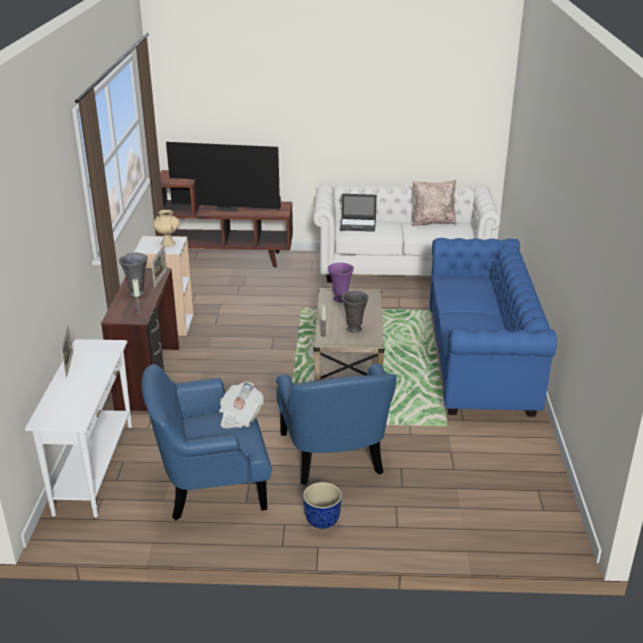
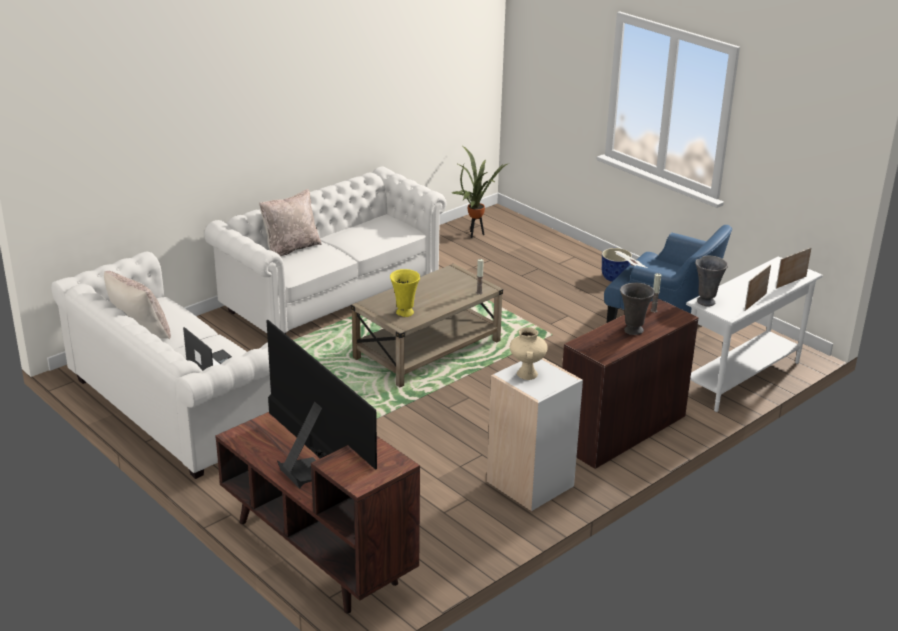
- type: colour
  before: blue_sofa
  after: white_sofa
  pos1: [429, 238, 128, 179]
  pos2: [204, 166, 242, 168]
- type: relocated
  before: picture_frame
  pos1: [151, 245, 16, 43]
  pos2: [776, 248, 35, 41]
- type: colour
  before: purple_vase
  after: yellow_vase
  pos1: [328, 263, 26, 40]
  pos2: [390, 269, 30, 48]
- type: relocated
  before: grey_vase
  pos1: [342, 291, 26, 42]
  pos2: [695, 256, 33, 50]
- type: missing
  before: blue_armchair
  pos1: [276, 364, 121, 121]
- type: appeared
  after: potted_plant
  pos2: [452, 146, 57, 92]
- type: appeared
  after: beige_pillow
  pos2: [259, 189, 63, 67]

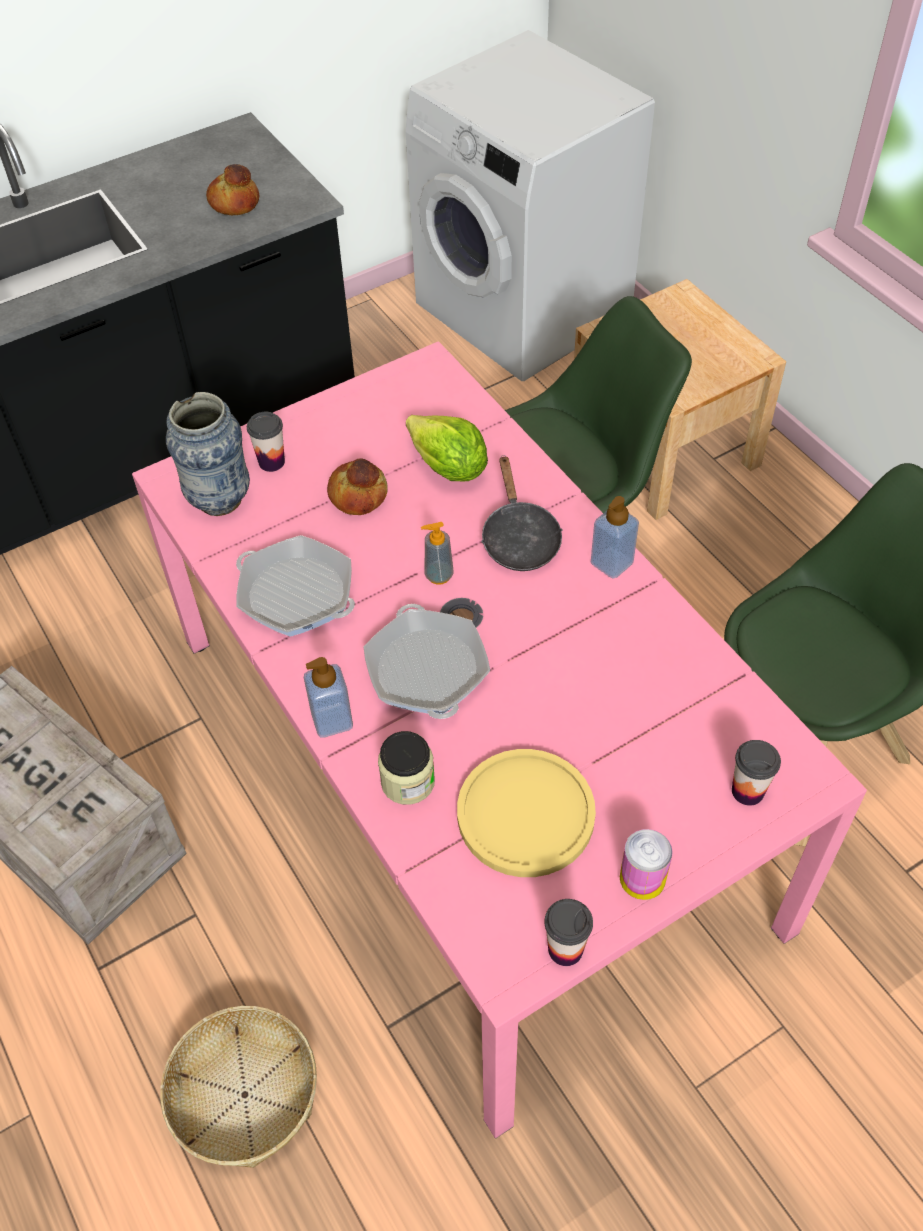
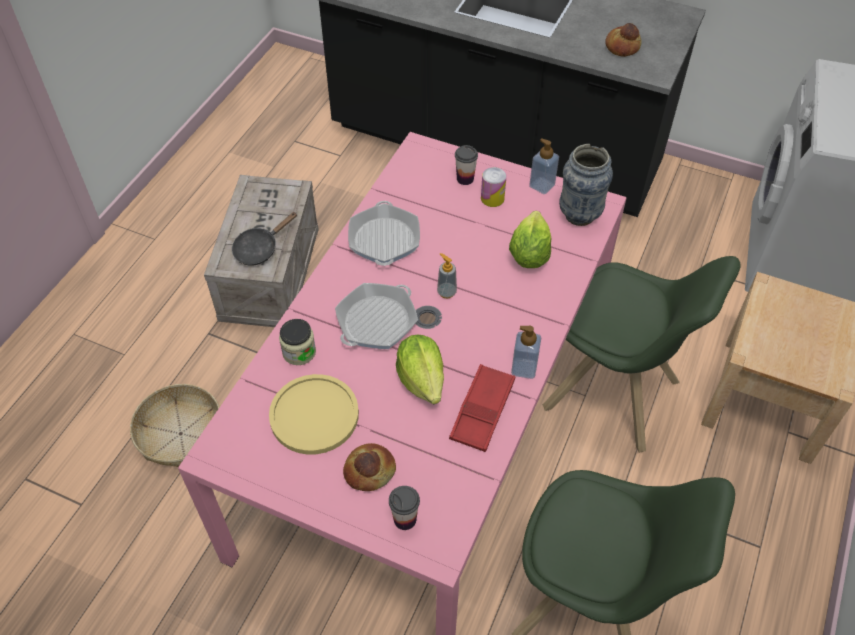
- type: relocated
  before: vase
  pos1: [166, 392, 84, 124]
  pos2: [559, 144, 54, 82]
- type: relocated
  before: black_frying_pan
  pos1: [481, 455, 82, 116]
  pos2: [232, 212, 65, 54]
- type: relocated
  before: bread
  pos1: [327, 458, 61, 57]
  pos2: [343, 443, 53, 48]
- type: relocated
  before: soap_dispenser
  pos1: [304, 657, 49, 81]
  pos2: [529, 139, 30, 55]
- type: relocated
  before: can
  pos1: [620, 829, 53, 71]
  pos2: [481, 167, 26, 40]
- type: missing
  before: cup
  pos1: [544, 899, 49, 67]
- type: appeared
  after: lettuce
  pos2: [396, 335, 48, 69]
- type: appeared
  after: red_tray
  pos2: [449, 364, 66, 88]

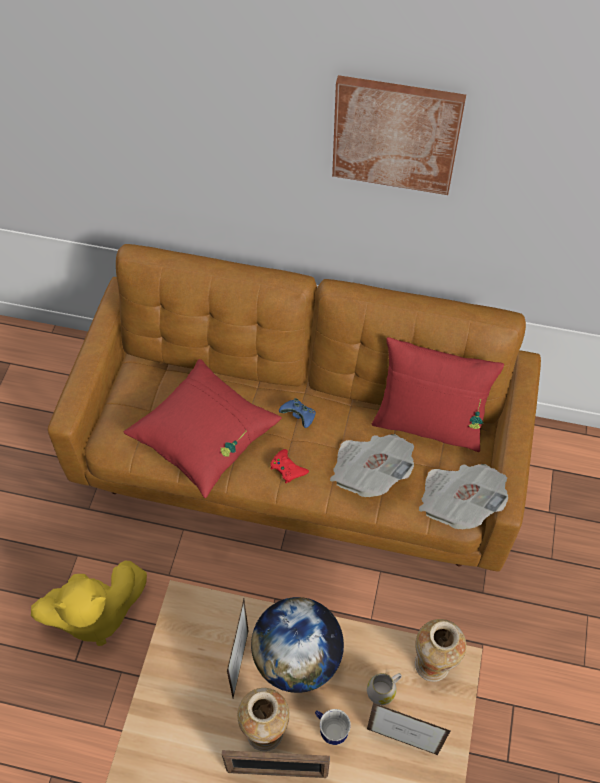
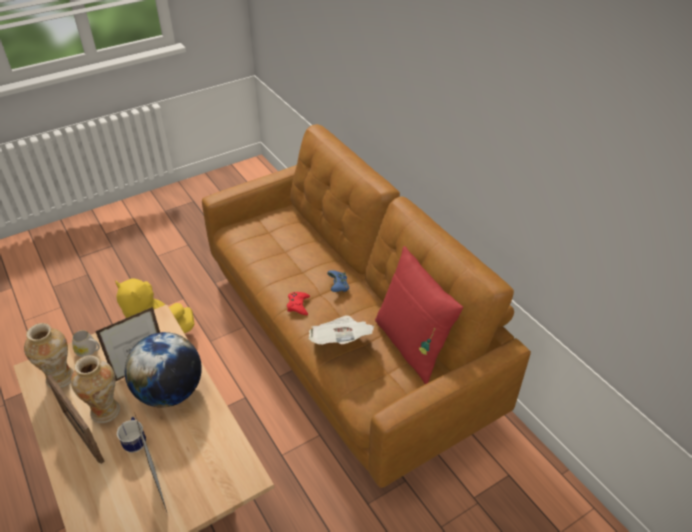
- type: missing
  before: picture
  pos1: [332, 75, 134, 120]
- type: missing
  before: red_pillow
  pos1: [124, 359, 158, 139]
- type: missing
  before: newspaper
  pos1: [419, 464, 89, 66]
- type: relocated
  before: vase
  pos1: [415, 619, 51, 63]
  pos2: [24, 323, 50, 65]
- type: relocated
  before: white_mug
  pos1: [367, 673, 35, 32]
  pos2: [72, 330, 28, 27]

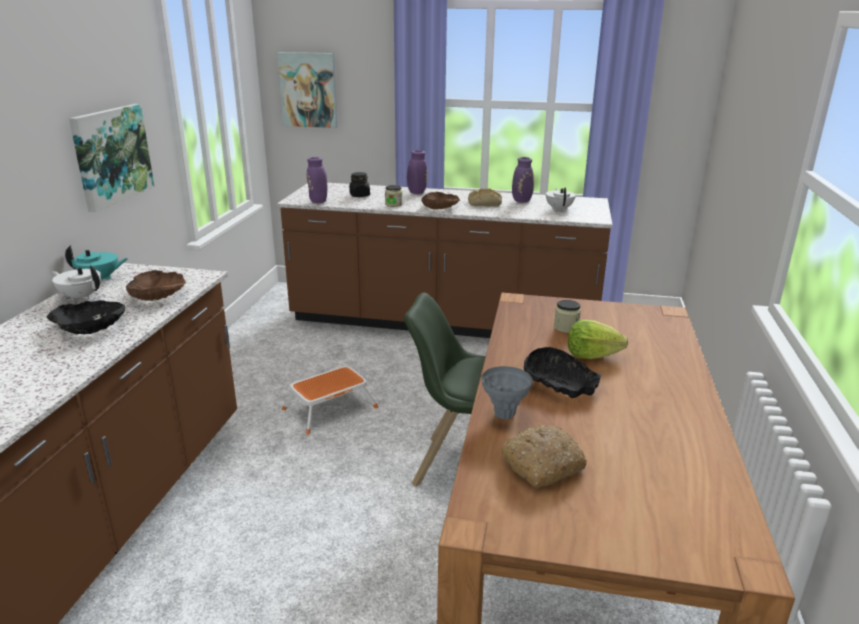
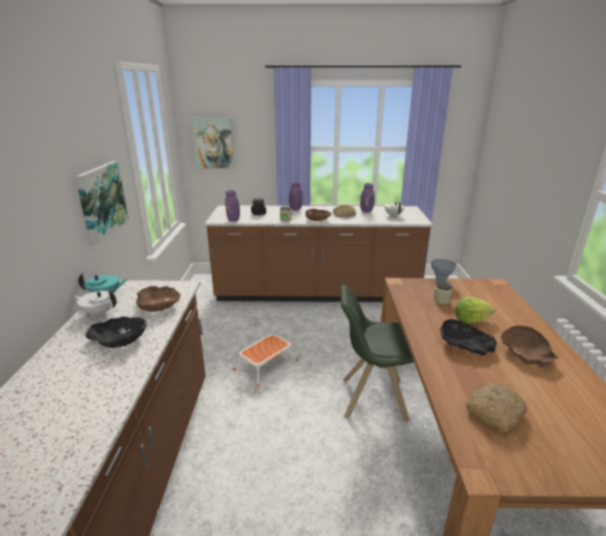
- type: relocated
  before: grey_vase
  pos1: [481, 366, 51, 54]
  pos2: [431, 259, 25, 24]
- type: appeared
  after: brown_bowl
  pos2: [501, 326, 58, 42]

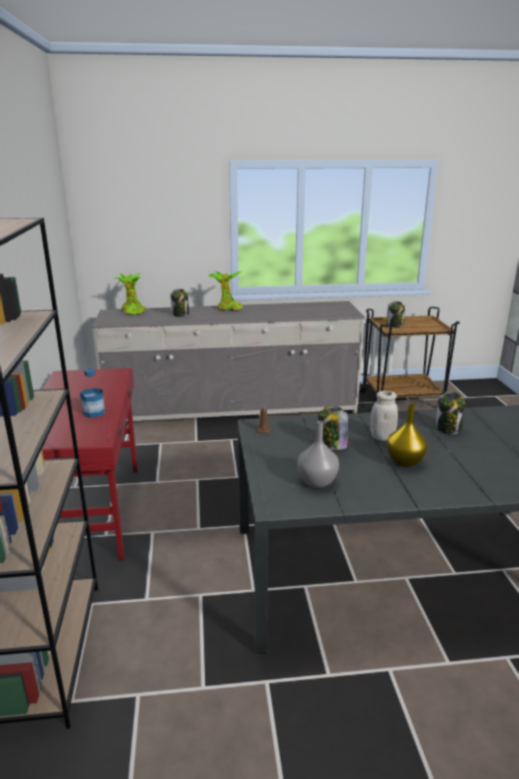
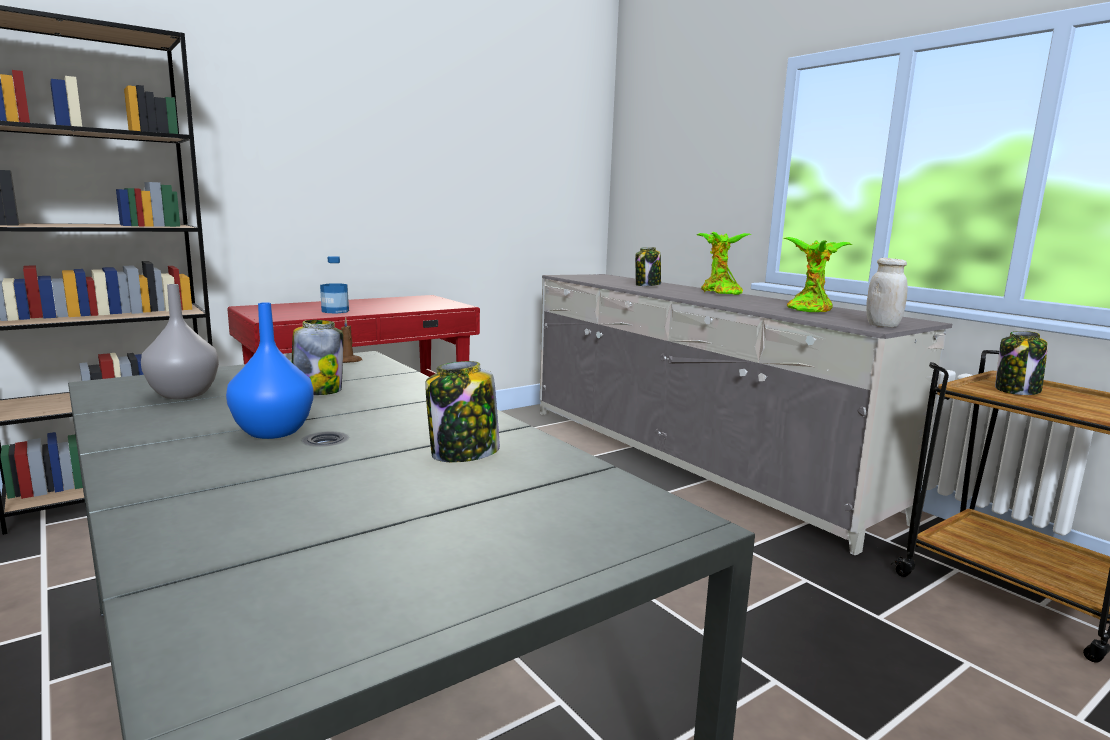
- type: relocated
  before: potted_plant
  pos1: [115, 273, 31, 42]
  pos2: [784, 237, 68, 75]
- type: relocated
  before: white_jar
  pos1: [370, 391, 28, 50]
  pos2: [866, 258, 42, 69]
- type: colour
  before: yellow_vase
  after: blue_vase
  pos1: [387, 403, 41, 64]
  pos2: [226, 302, 88, 137]

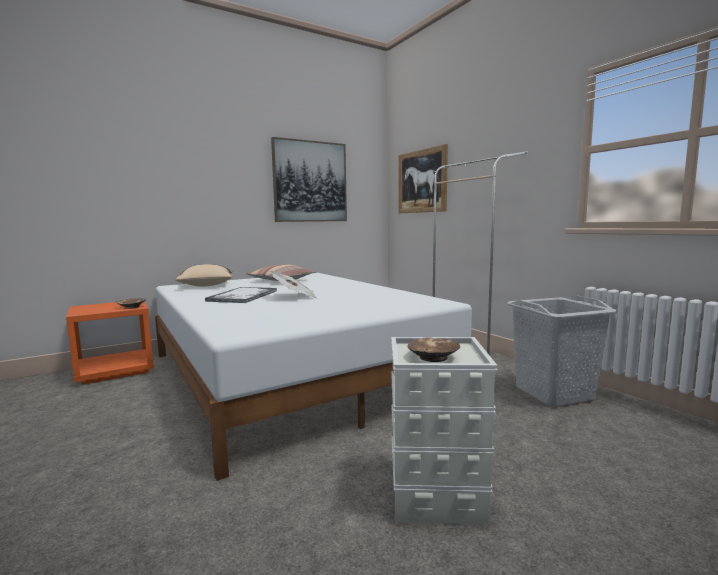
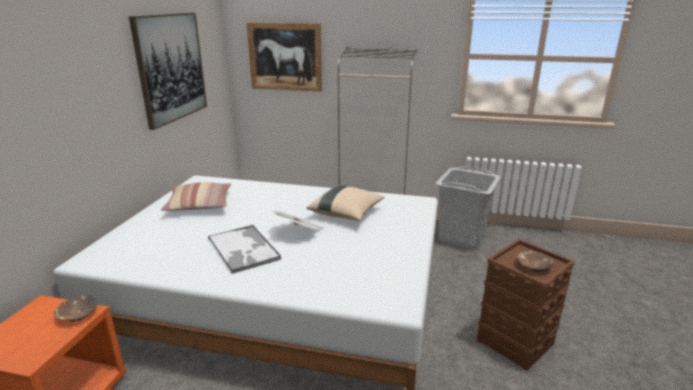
- type: relocated
  before: beige_pillow
  pos1: [175, 264, 57, 22]
  pos2: [307, 185, 78, 36]
- type: colour
  before: grey_storage_box
  after: brown_storage_box
  pos1: [391, 337, 107, 188]
  pos2: [477, 239, 98, 132]

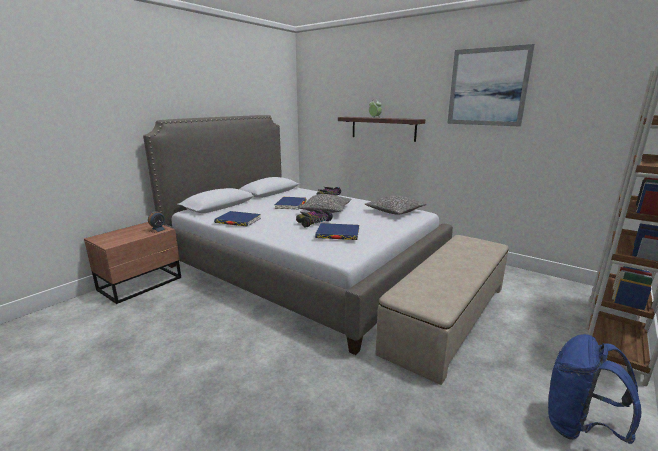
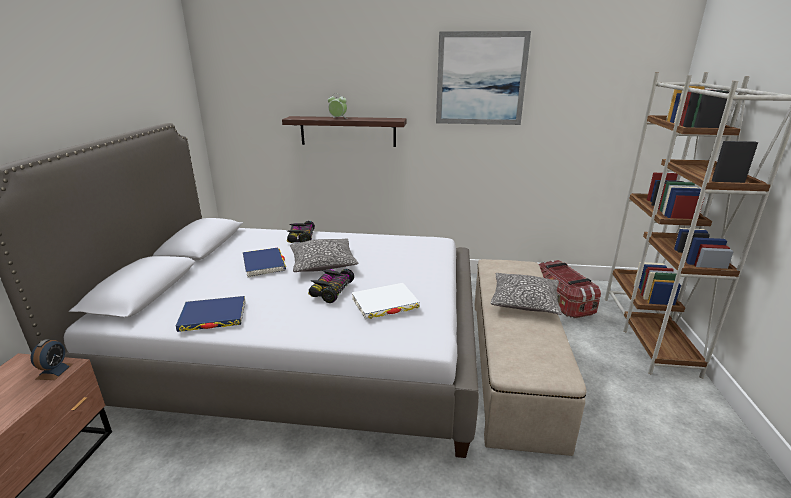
- type: relocated
  before: pillow
  pos1: [365, 195, 61, 19]
  pos2: [491, 273, 71, 42]
- type: colour
  before: blue_book
  after: white_book
  pos1: [315, 223, 44, 17]
  pos2: [352, 283, 68, 36]
- type: missing
  before: blue_backpack
  pos1: [548, 334, 93, 110]
- type: appeared
  after: storage_box
  pos2: [539, 260, 62, 58]

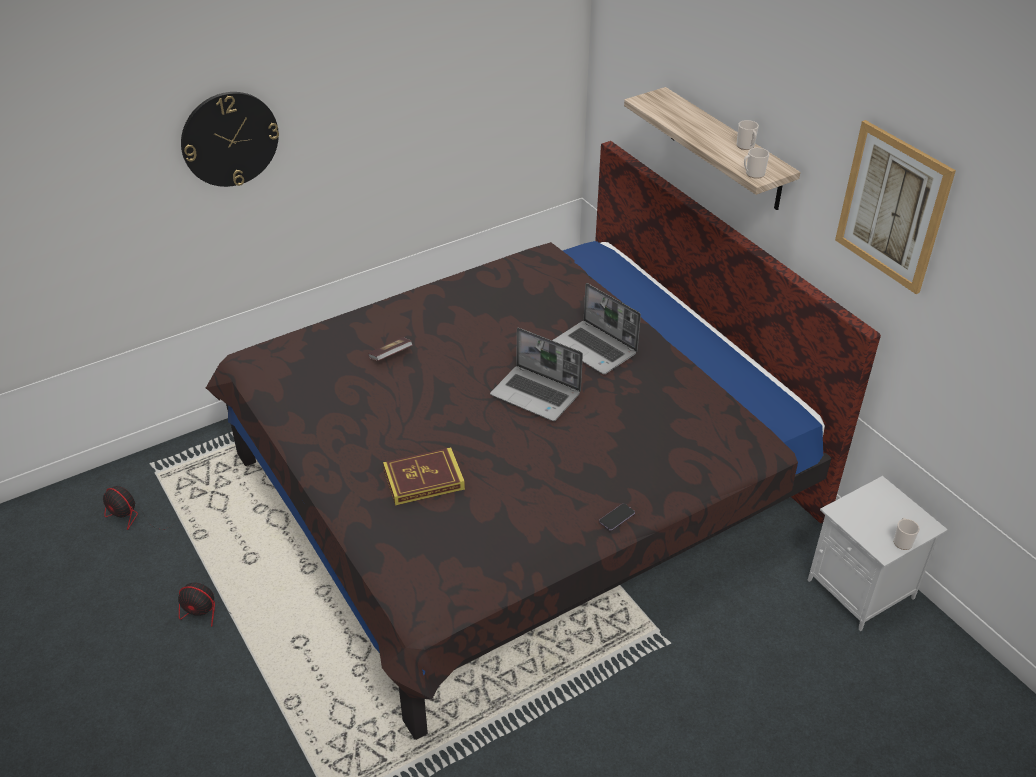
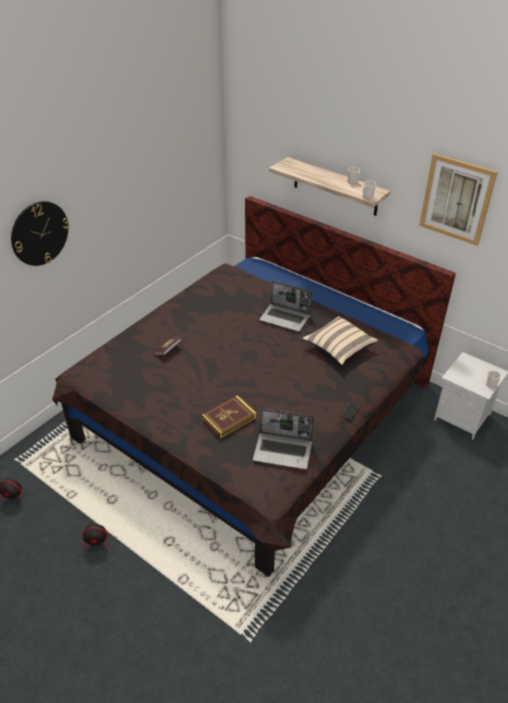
- type: relocated
  before: laptop
  pos1: [490, 328, 93, 93]
  pos2: [253, 408, 61, 61]
- type: appeared
  after: beige_pillow
  pos2: [303, 316, 75, 49]

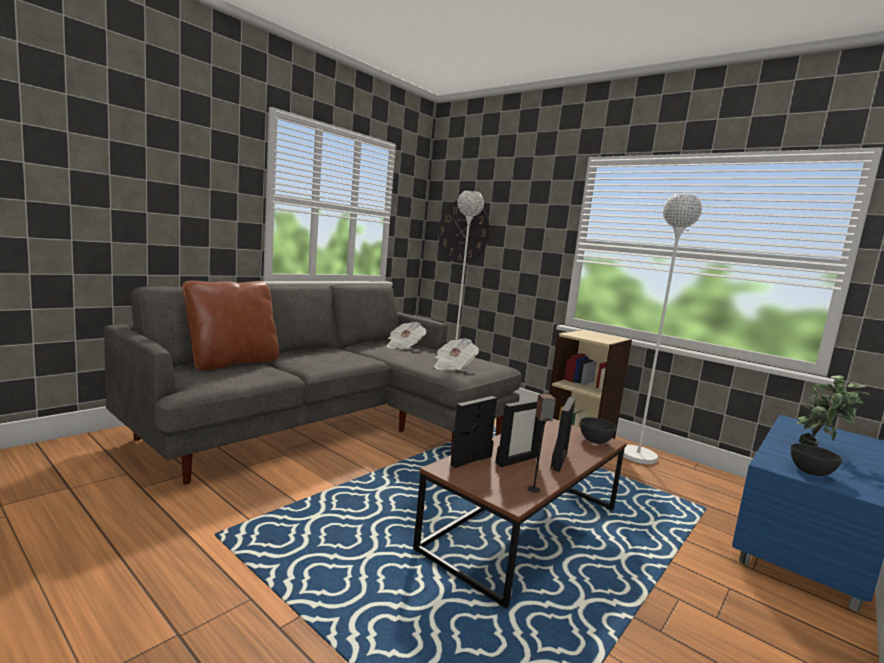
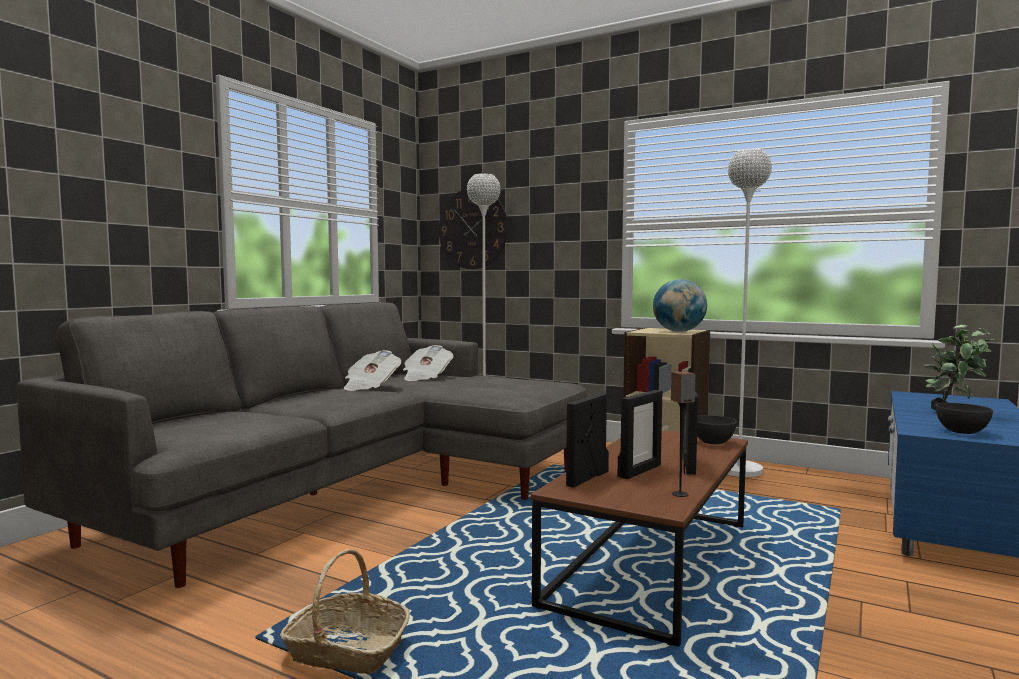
- type: missing
  before: brown_pillow
  pos1: [182, 281, 97, 90]
- type: relocated
  before: newspaper
  pos1: [434, 339, 45, 31]
  pos2: [344, 350, 57, 41]
- type: appeared
  after: globe
  pos2: [653, 279, 54, 53]
- type: appeared
  after: basket
  pos2: [280, 549, 130, 125]

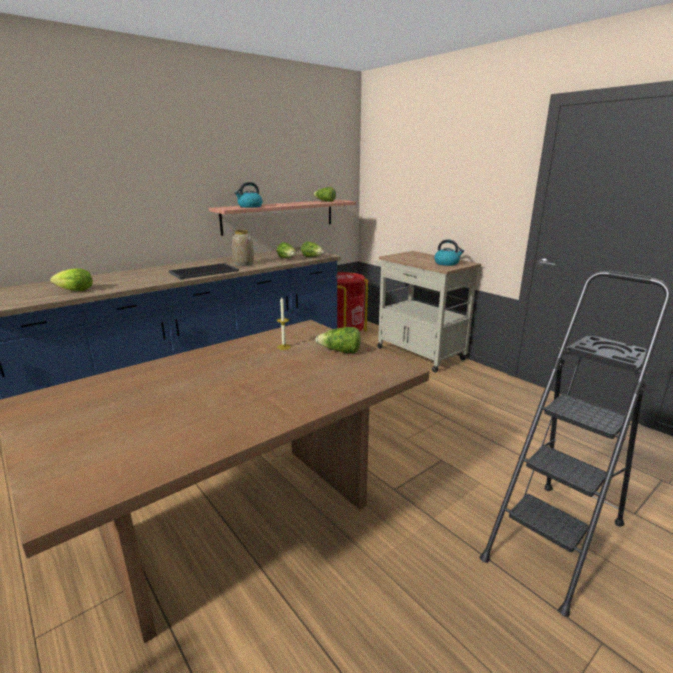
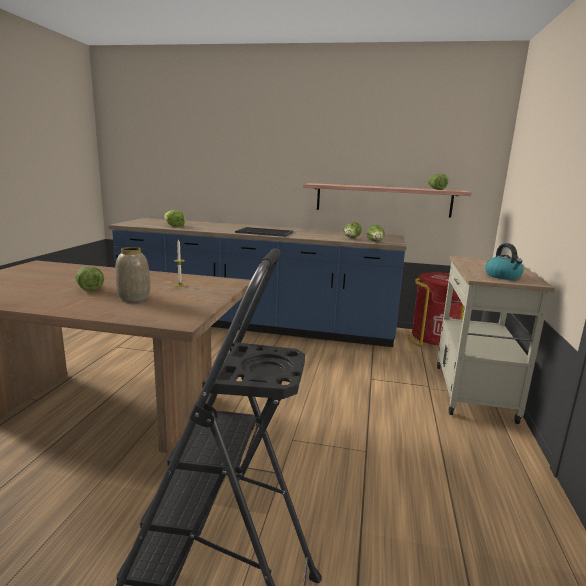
- type: missing
  before: kettle
  pos1: [234, 182, 29, 26]
- type: relocated
  before: vase
  pos1: [232, 230, 22, 36]
  pos2: [115, 247, 35, 55]
- type: relocated
  before: lettuce
  pos1: [315, 327, 46, 26]
  pos2: [75, 266, 29, 25]

